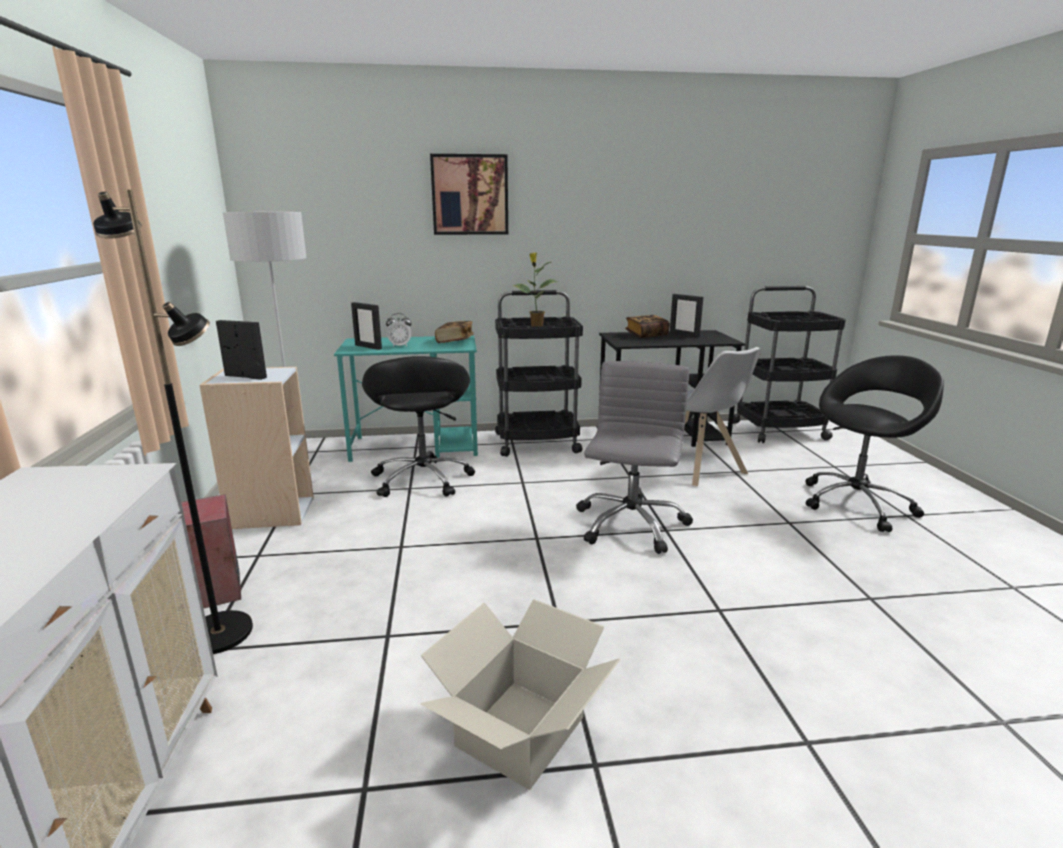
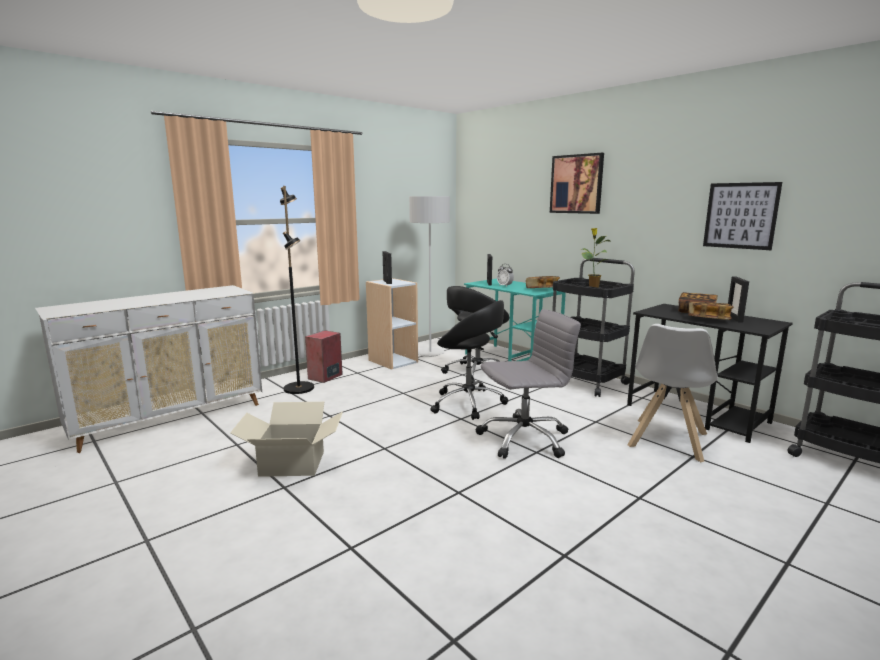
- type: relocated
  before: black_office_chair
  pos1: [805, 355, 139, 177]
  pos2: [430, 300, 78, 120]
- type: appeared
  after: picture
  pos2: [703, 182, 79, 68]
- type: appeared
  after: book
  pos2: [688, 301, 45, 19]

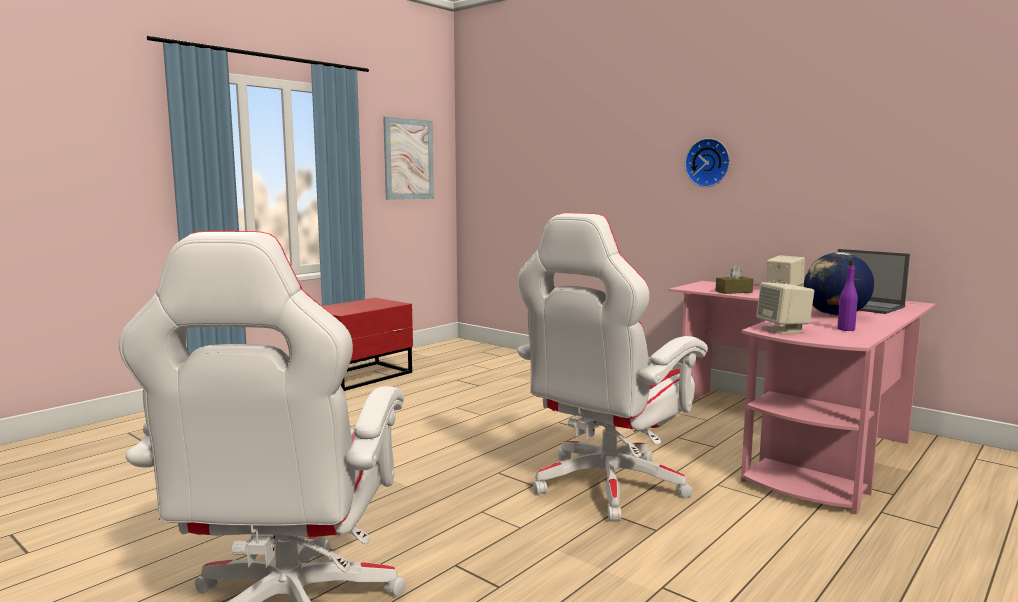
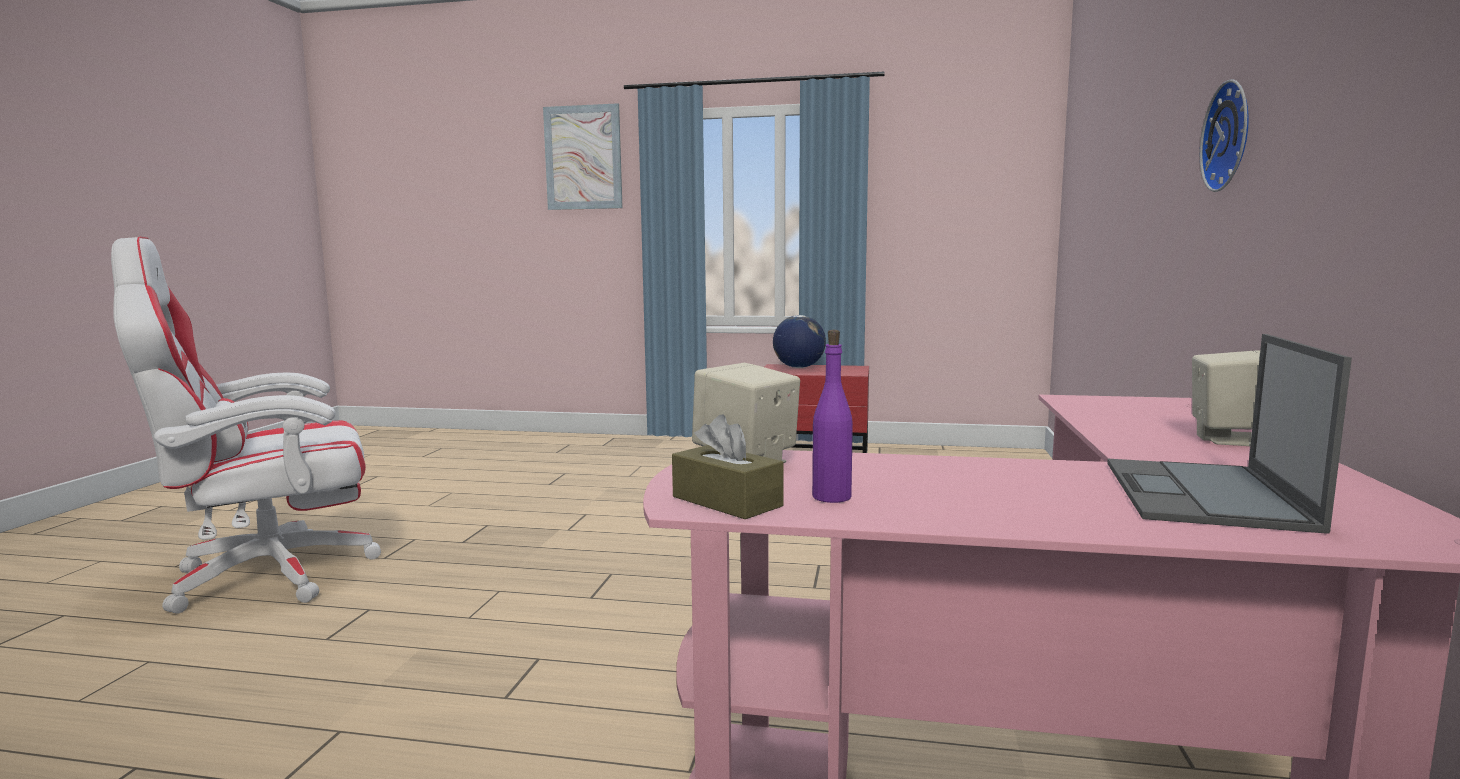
- type: relocated
  before: picture
  pos1: [383, 117, 51, 83]
  pos2: [543, 103, 80, 107]
- type: missing
  before: white_office_chair
  pos1: [517, 213, 191, 308]
- type: relocated
  before: globe
  pos1: [804, 252, 70, 64]
  pos2: [773, 315, 53, 53]
- type: relocated
  before: brown_tissue_box
  pos1: [716, 265, 38, 29]
  pos2: [672, 414, 112, 105]

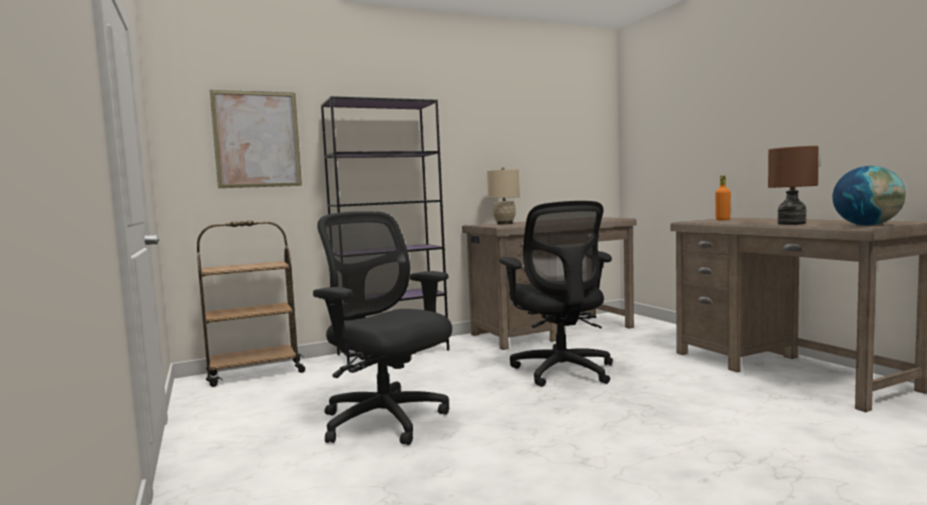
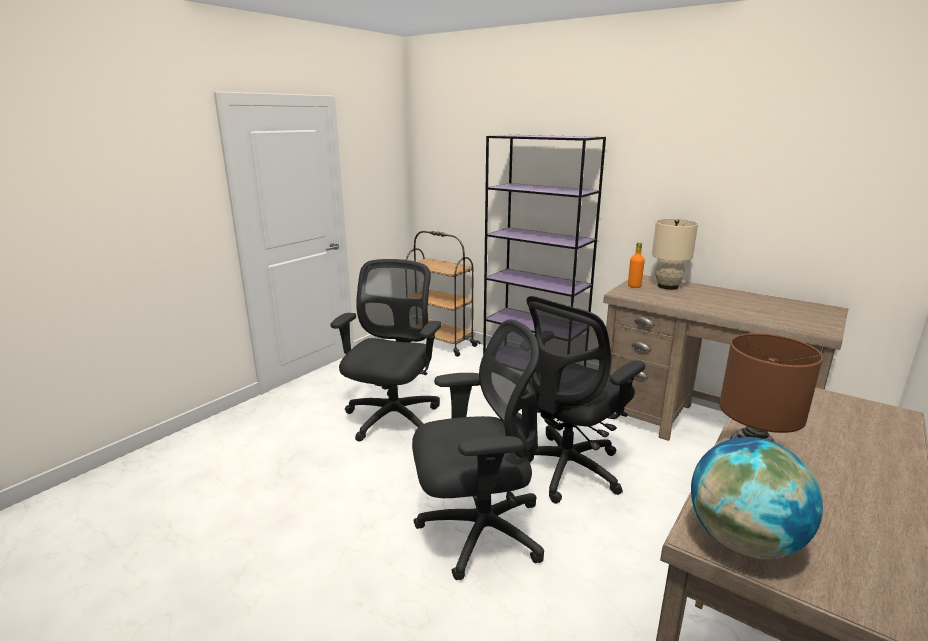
- type: missing
  before: picture
  pos1: [210, 90, 92, 98]
- type: relocated
  before: orange_bottle
  pos1: [715, 175, 16, 45]
  pos2: [628, 242, 17, 46]
- type: appeared
  after: black_office_chair
  pos2: [412, 319, 132, 261]

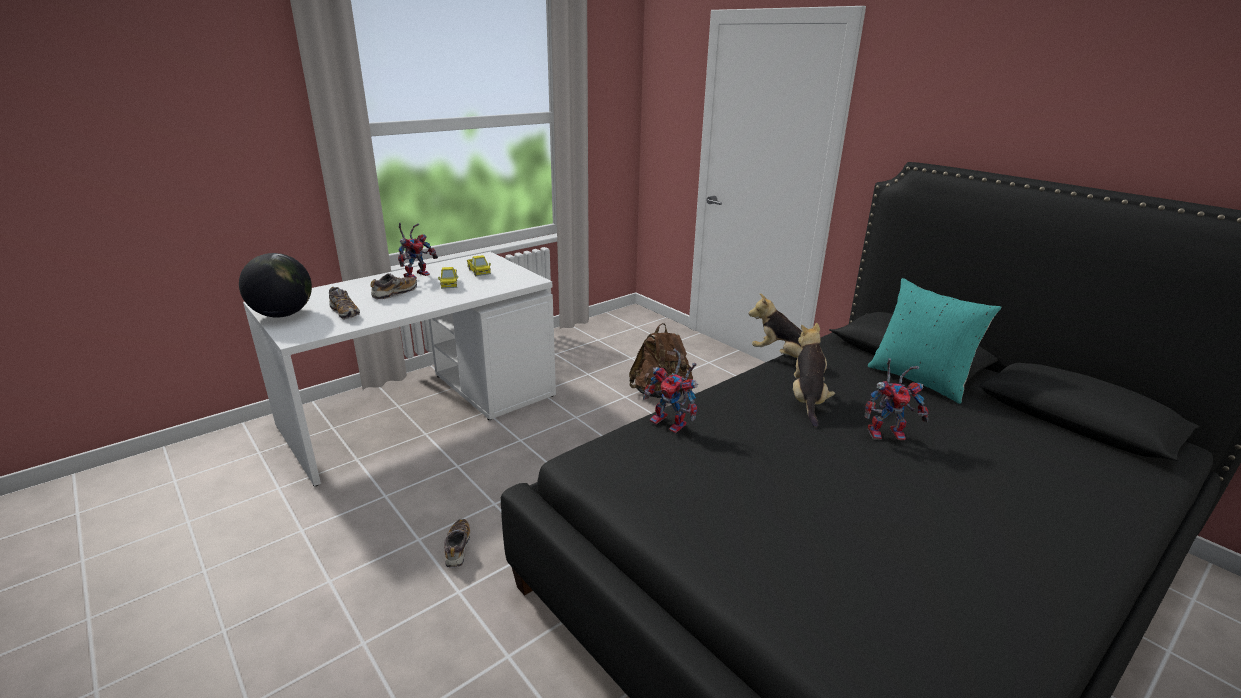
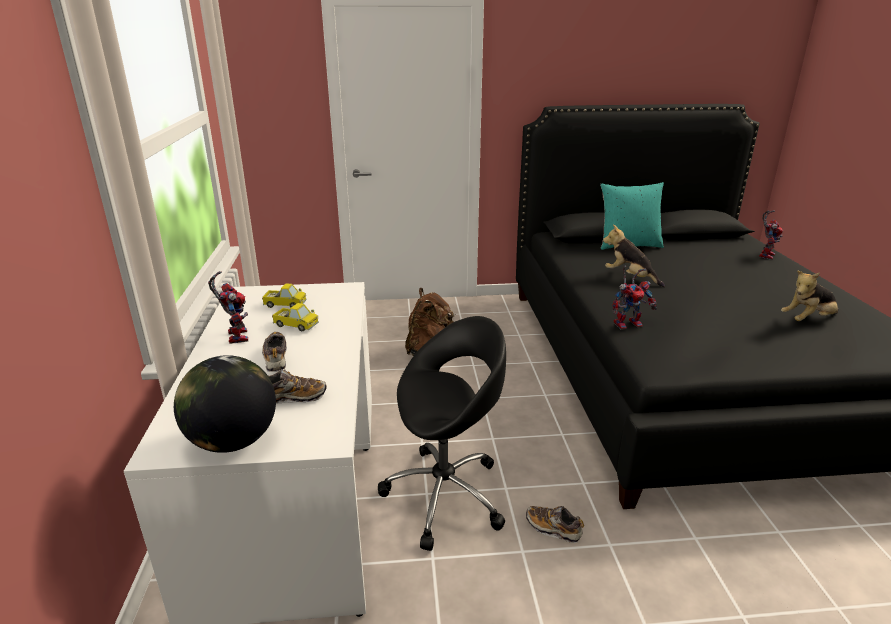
- type: relocated
  before: plush_toy
  pos1: [749, 293, 79, 76]
  pos2: [781, 271, 57, 50]
- type: relocated
  before: toy_robot
  pos1: [865, 358, 64, 82]
  pos2: [759, 210, 24, 50]
- type: appeared
  after: black_office_chair
  pos2: [378, 316, 128, 235]

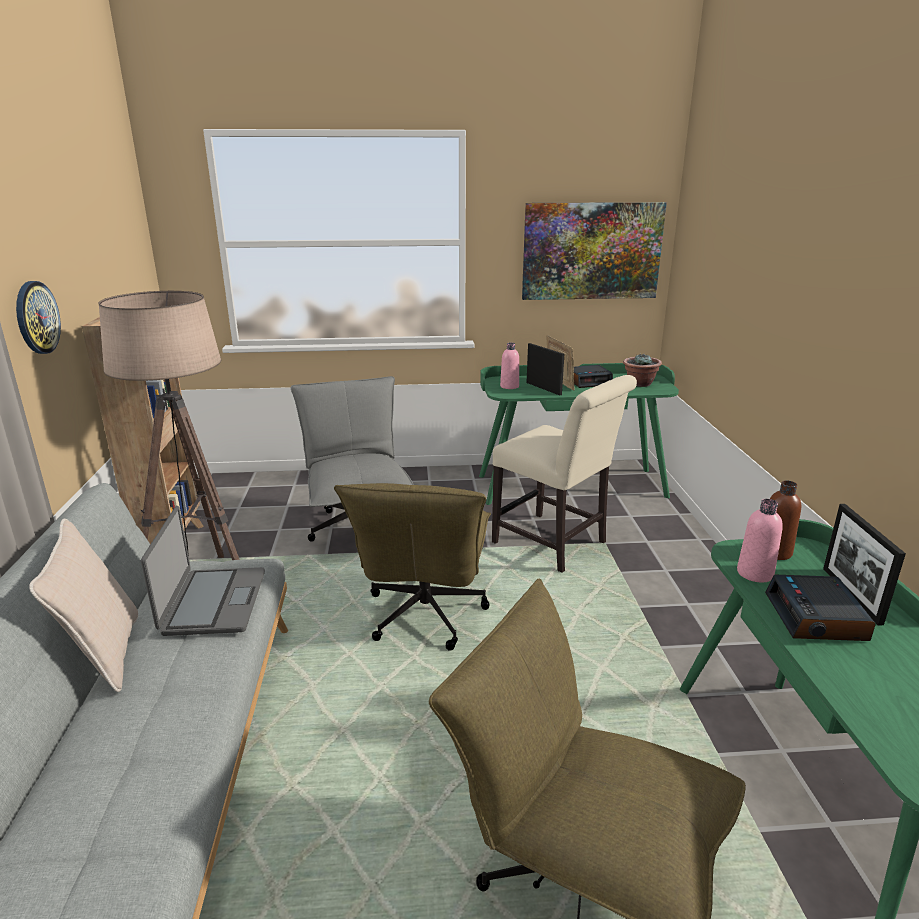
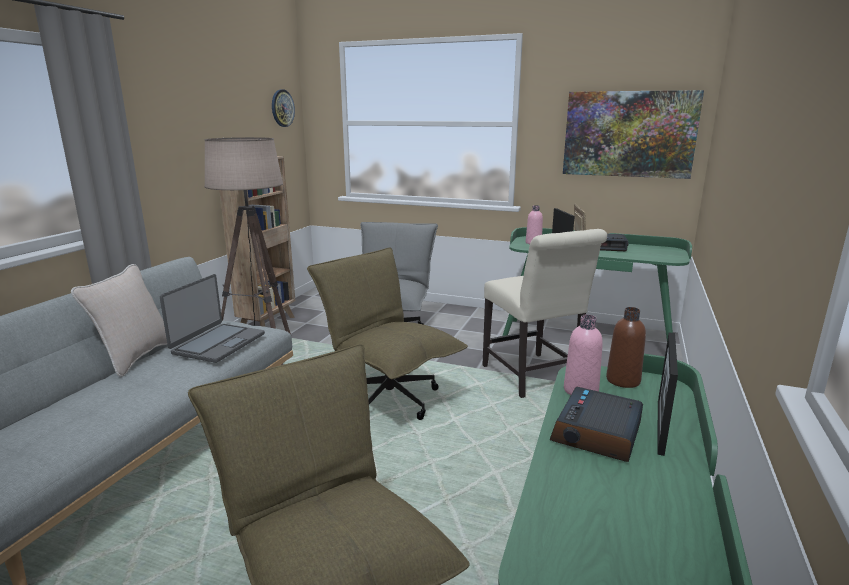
- type: relocated
  before: wall_clock
  pos1: [16, 281, 45, 73]
  pos2: [272, 90, 23, 37]
- type: missing
  before: potted_plant
  pos1: [623, 353, 39, 34]
- type: spun
  before: beige_office_chair
  pos1: [334, 483, 157, 168]
  pos2: [307, 247, 161, 173]
  turn: 105

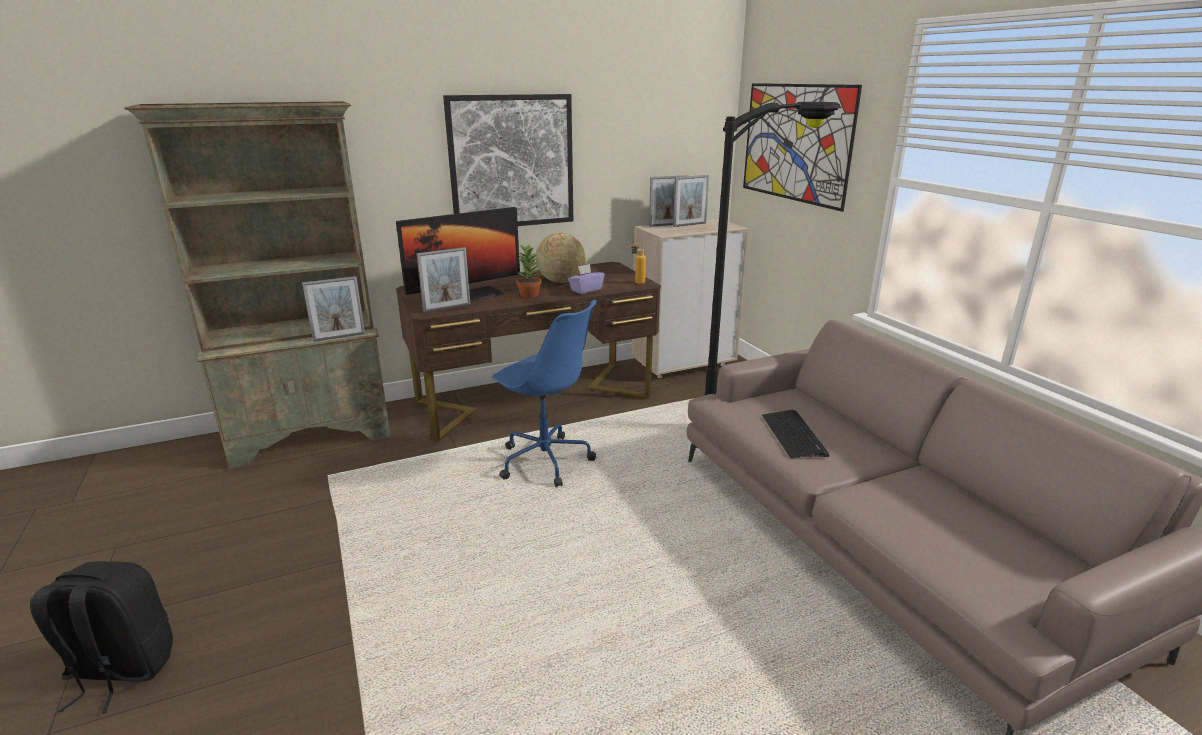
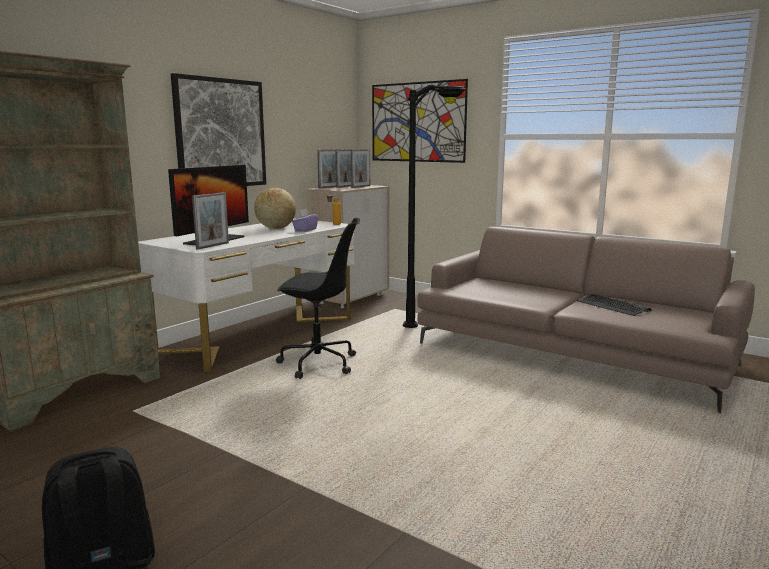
- type: missing
  before: potted_plant
  pos1: [516, 245, 26, 53]
- type: colour
  before: brown_desk
  after: white_desk
  pos1: [396, 262, 265, 180]
  pos2: [138, 219, 216, 153]
- type: relocated
  before: picture_frame
  pos1: [302, 276, 63, 66]
  pos2: [351, 149, 19, 39]
- type: colour
  before: blue_office_chair
  after: black_office_chair
  pos1: [492, 300, 105, 187]
  pos2: [276, 218, 84, 161]
- type: relocated
  before: keyboard
  pos1: [762, 410, 67, 49]
  pos2: [576, 294, 76, 22]

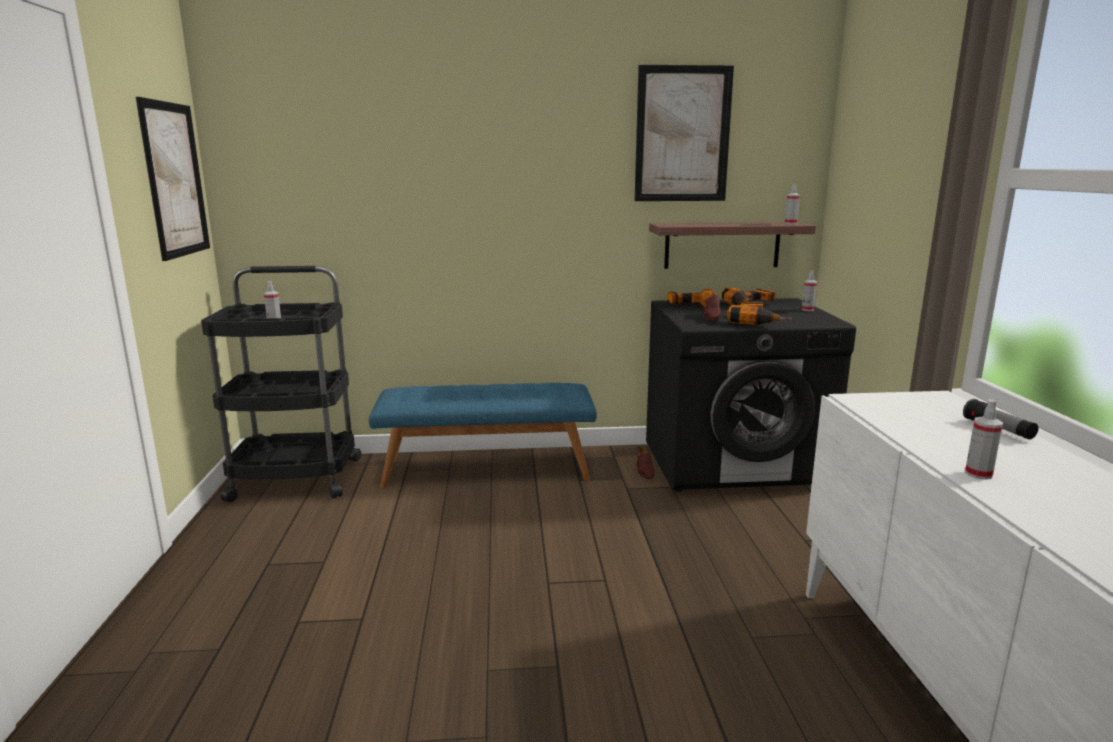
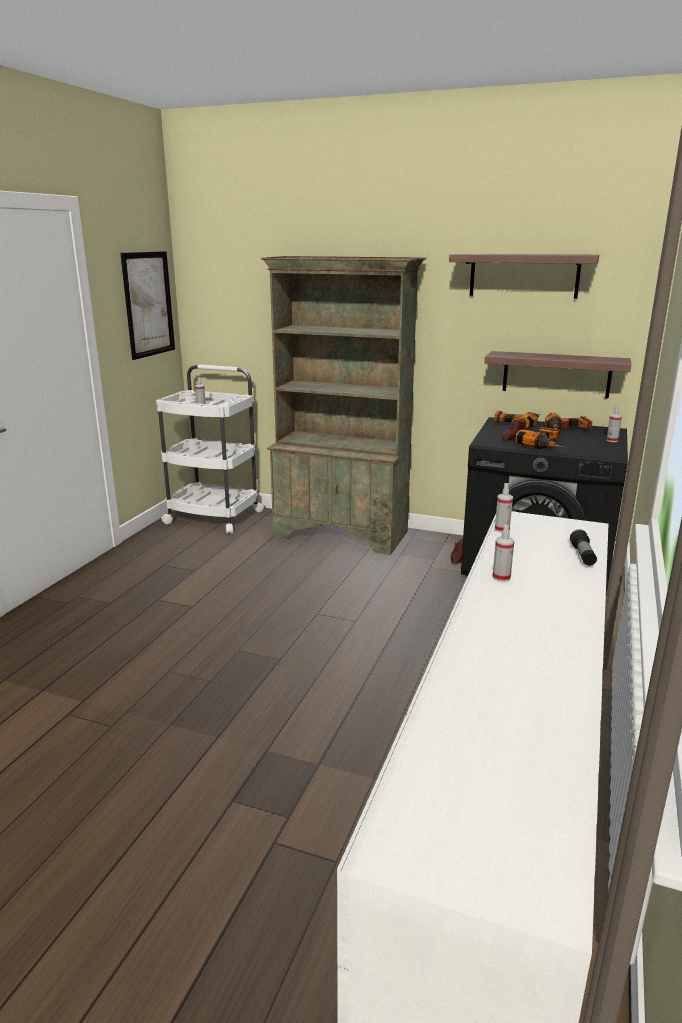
- type: exchanged
  before: picture
  after: shelf
  pos1: [634, 65, 100, 136]
  pos2: [449, 254, 150, 45]
- type: relocated
  before: spray_bottle
  pos1: [785, 184, 15, 40]
  pos2: [495, 483, 18, 50]
- type: colour
  before: black_cart
  after: white_cart
  pos1: [201, 266, 160, 236]
  pos2: [156, 364, 108, 170]
- type: exchanged
  before: blue_bench
  after: green_bookcase
  pos1: [369, 383, 228, 105]
  pos2: [261, 256, 165, 299]

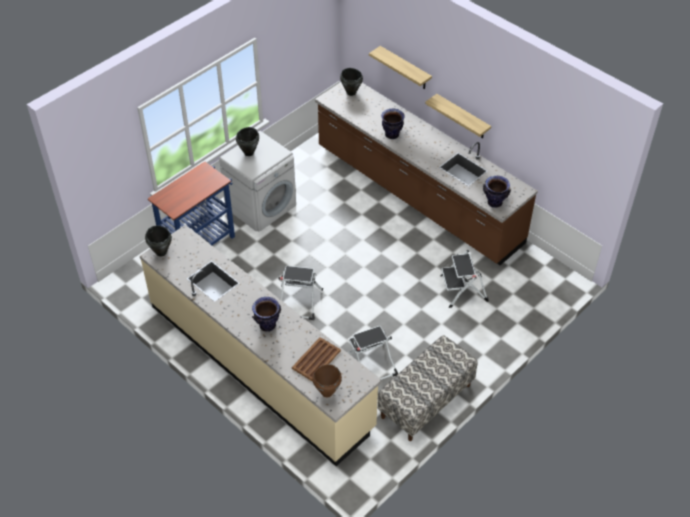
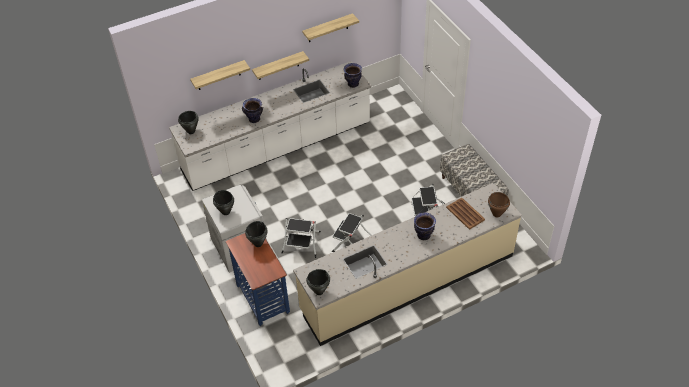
- type: colour
  before: brown_counter
  after: white_counter
  pos1: [315, 82, 223, 183]
  pos2: [169, 61, 202, 130]
- type: relocated
  before: step_ladder
  pos1: [441, 250, 48, 58]
  pos2: [282, 218, 39, 40]
- type: appeared
  after: shelf
  pos2: [302, 13, 57, 29]
- type: appeared
  after: black_cooking_pot
  pos2: [245, 221, 22, 26]

